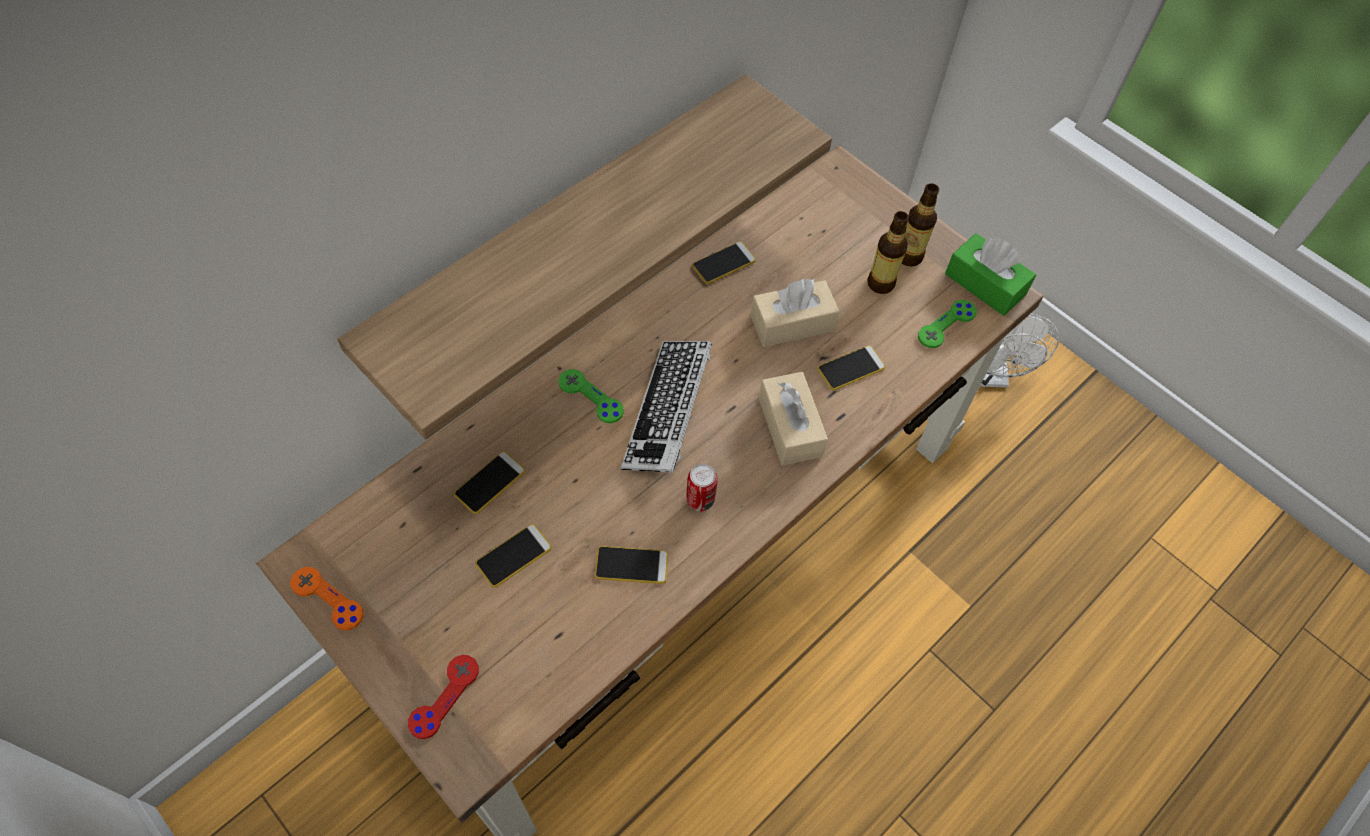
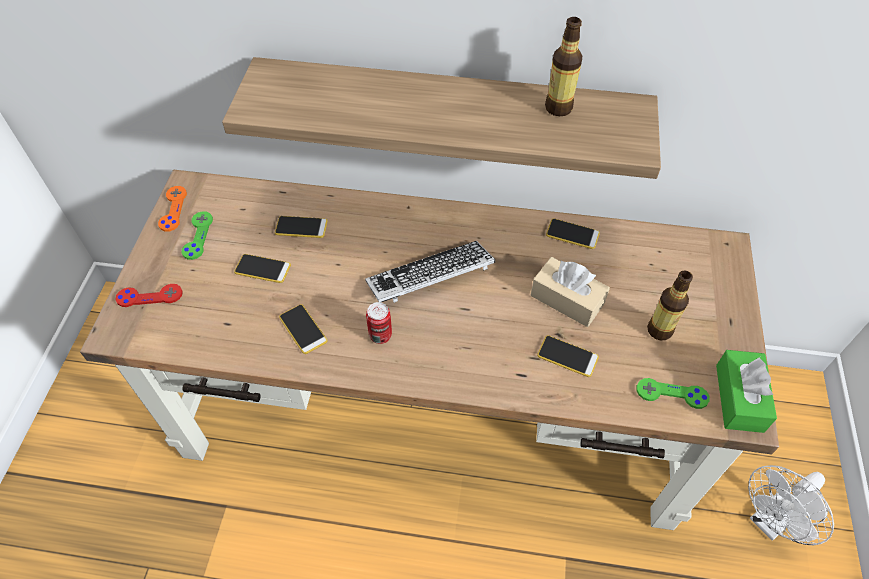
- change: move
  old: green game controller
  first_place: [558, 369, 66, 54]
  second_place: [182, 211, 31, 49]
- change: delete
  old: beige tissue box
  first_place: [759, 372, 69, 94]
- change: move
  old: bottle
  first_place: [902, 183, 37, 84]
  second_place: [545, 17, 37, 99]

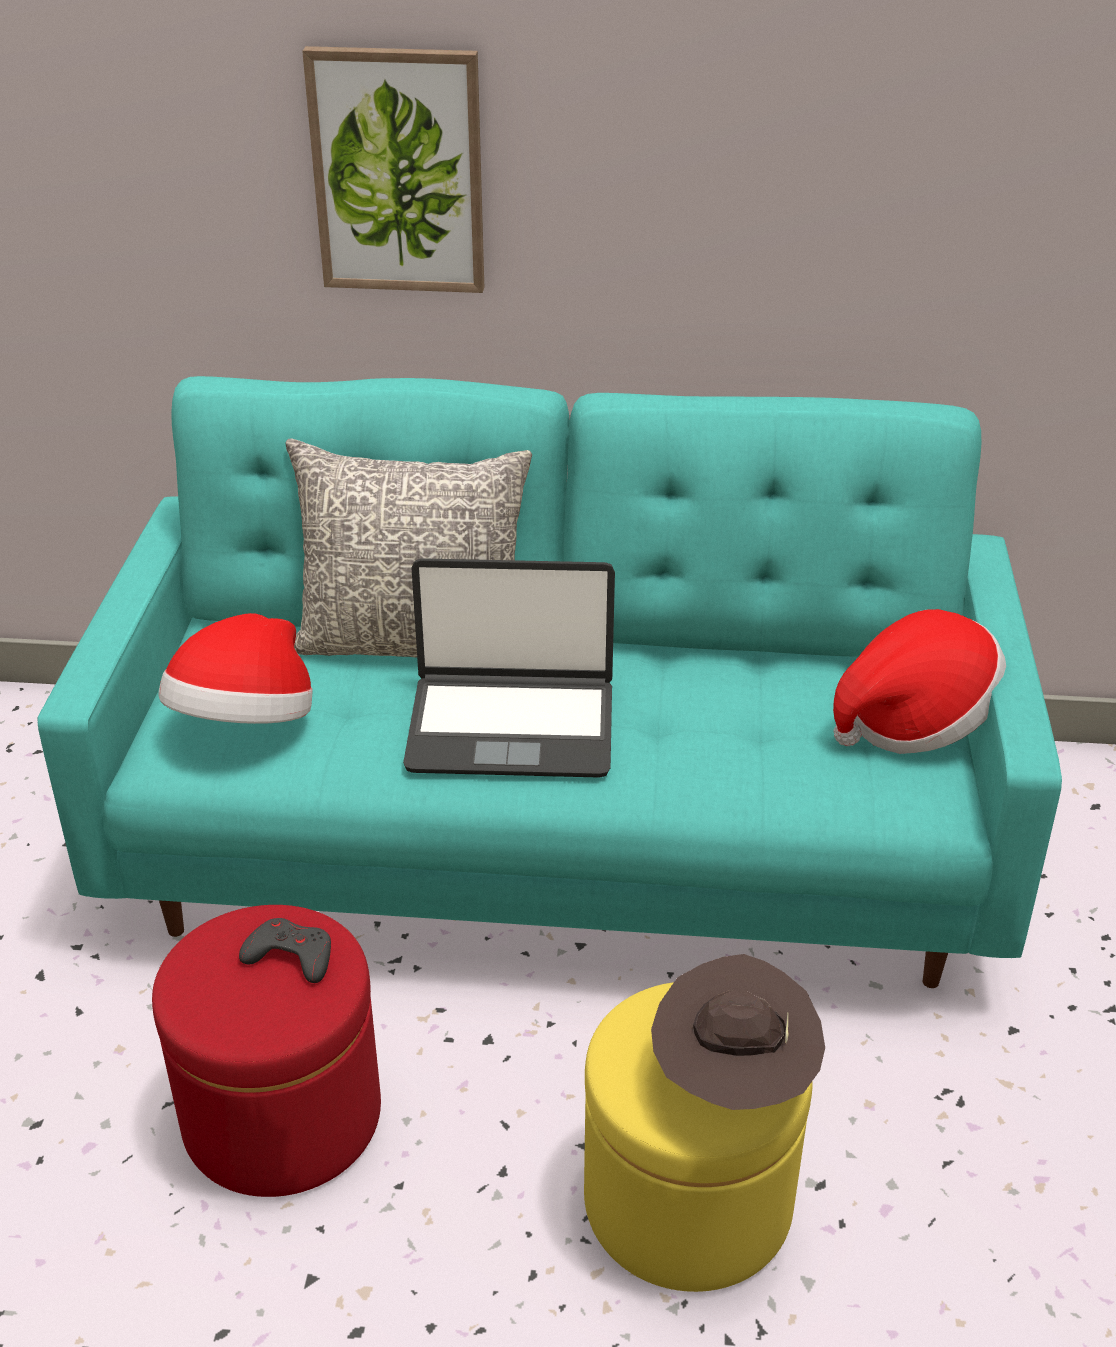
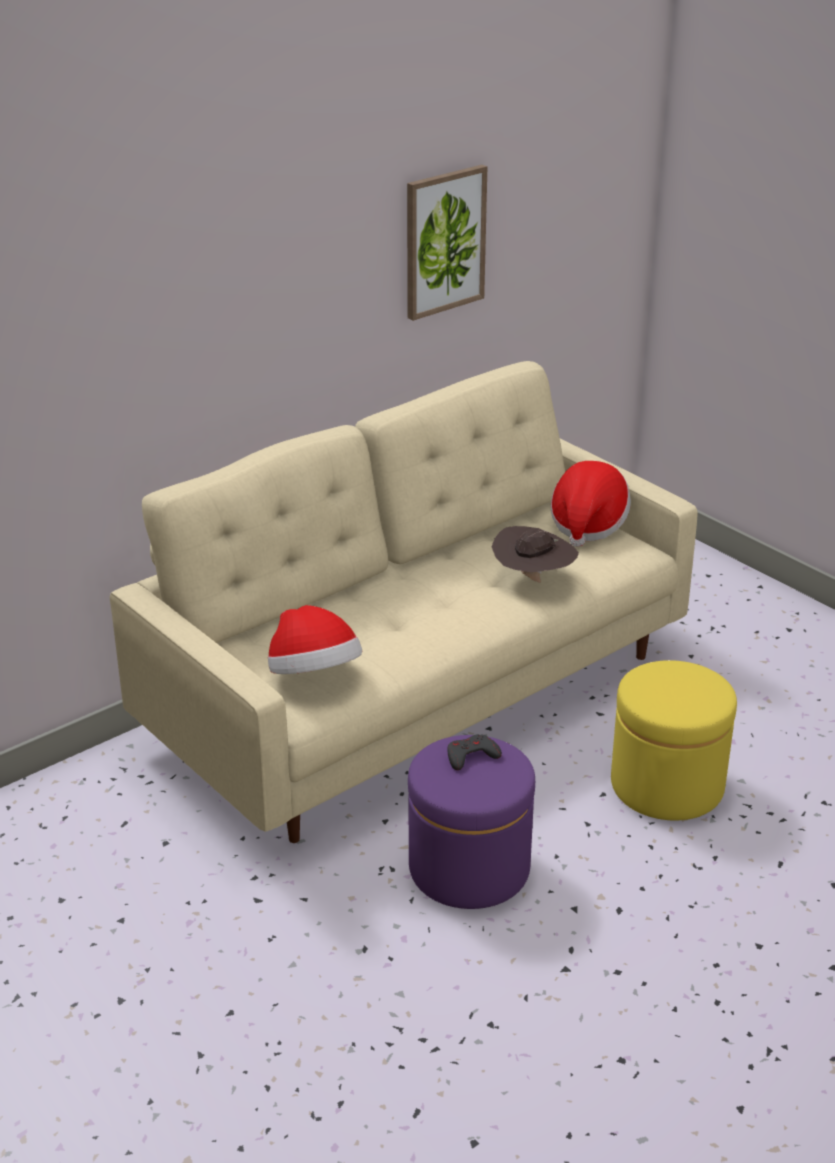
- change: recolor
  old: turquoise sofa
  new: beige sofa
  first_place: [37, 376, 1025, 612]
  second_place: [110, 361, 588, 482]
- change: recolor
  old: red ottoman
  new: purple ottoman
  first_place: [152, 905, 229, 292]
  second_place: [408, 735, 127, 174]
- change: delete
  old: grey pillow
  first_place: [286, 438, 246, 220]
- change: move
  old: picture
  first_place: [302, 46, 182, 247]
  second_place: [407, 165, 80, 156]
- change: delete
  old: laptop
  first_place: [403, 558, 212, 220]
- change: move
  old: brown hat
  first_place: [651, 954, 174, 156]
  second_place: [491, 526, 88, 57]

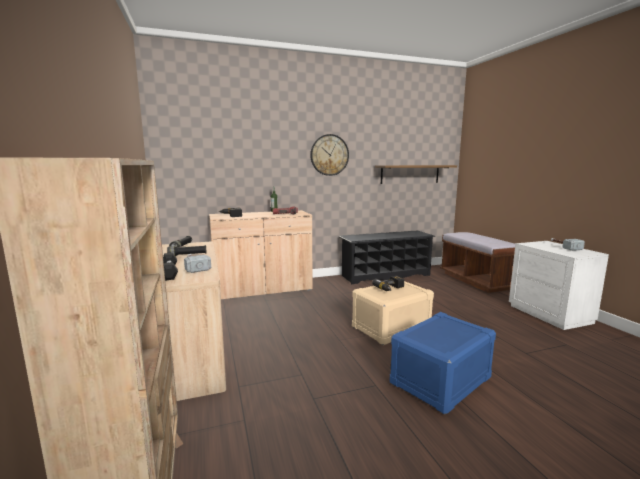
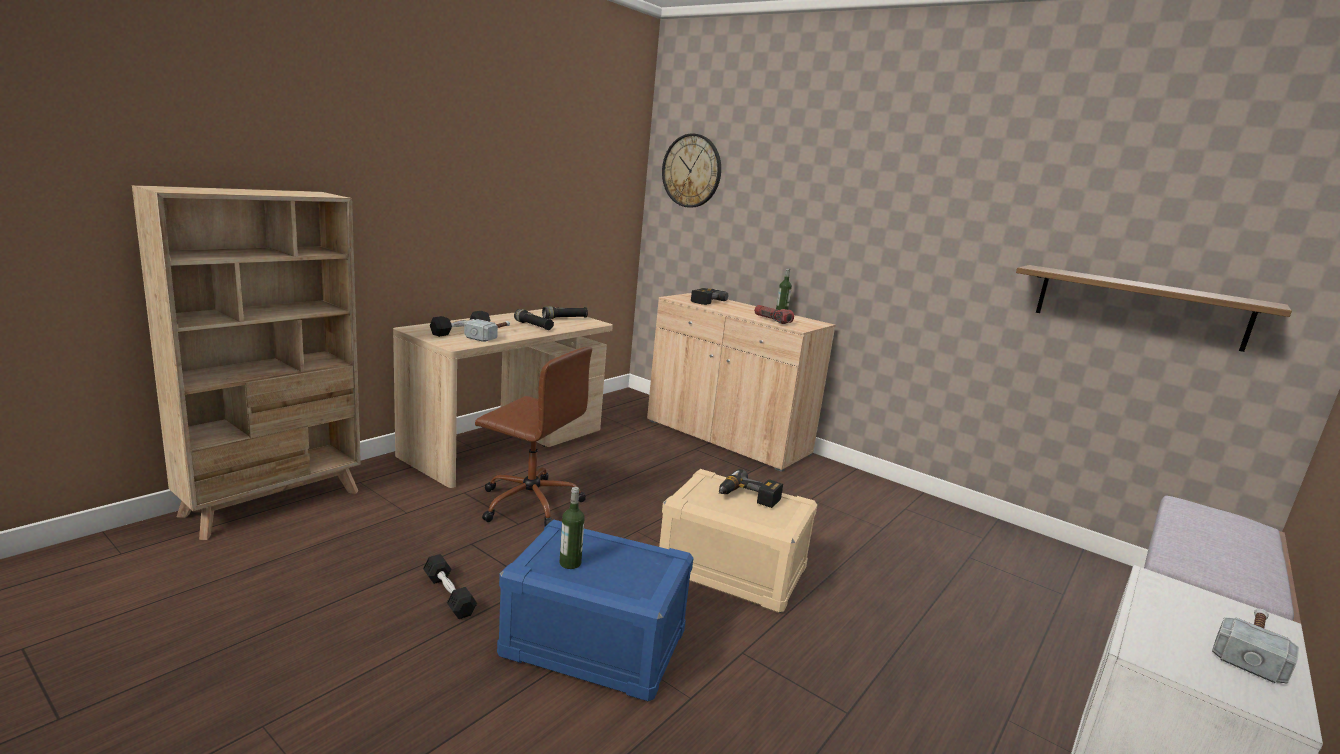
- change: move
  old: wall clock
  first_place: [310, 134, 39, 42]
  second_place: [662, 134, 59, 74]
- change: delete
  old: black shoe rack
  first_place: [339, 230, 96, 54]
- change: insert
  new: black dumbbell
  second_place: [423, 554, 54, 65]
- change: insert
  new: brown office chair
  second_place: [475, 347, 117, 180]
- change: insert
  new: bottle
  second_place: [559, 487, 26, 82]

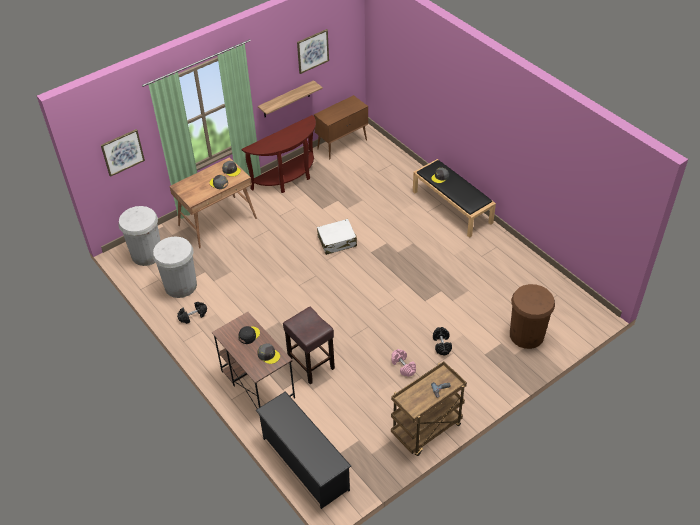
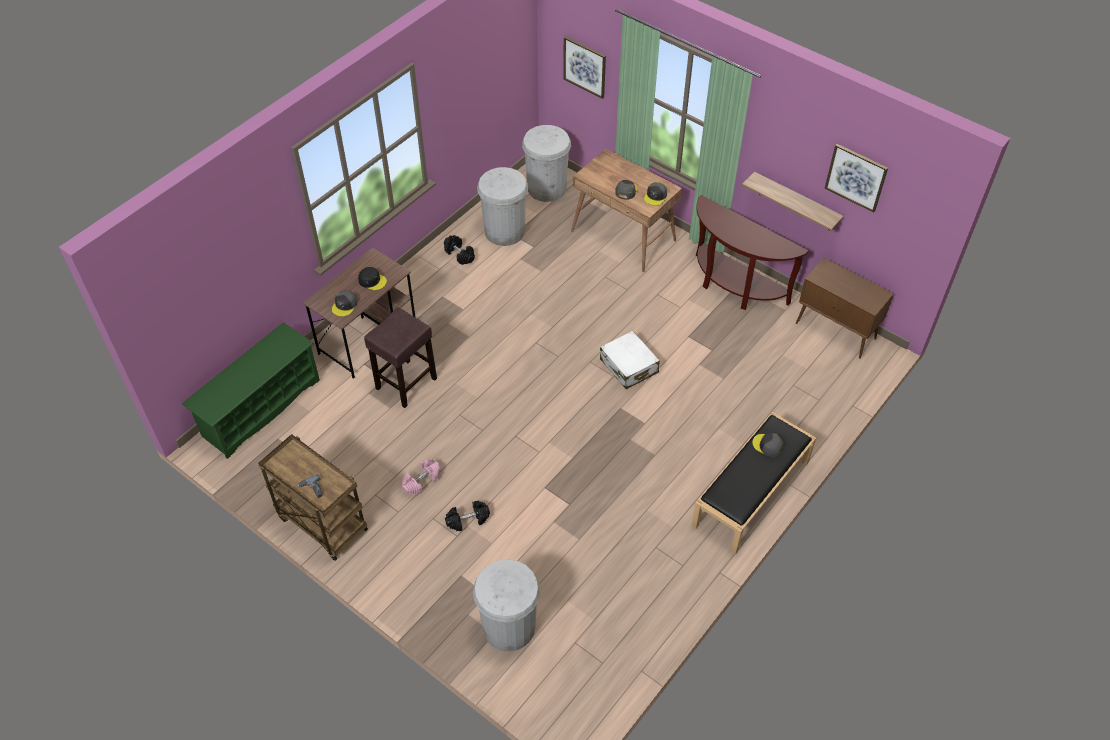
- change: recolor
  old: black shoe rack
  new: green shoe rack
  first_place: [256, 391, 95, 118]
  second_place: [182, 322, 138, 137]
- change: recolor
  old: brown trash can
  new: white trash can
  first_place: [510, 284, 45, 65]
  second_place: [473, 559, 67, 93]

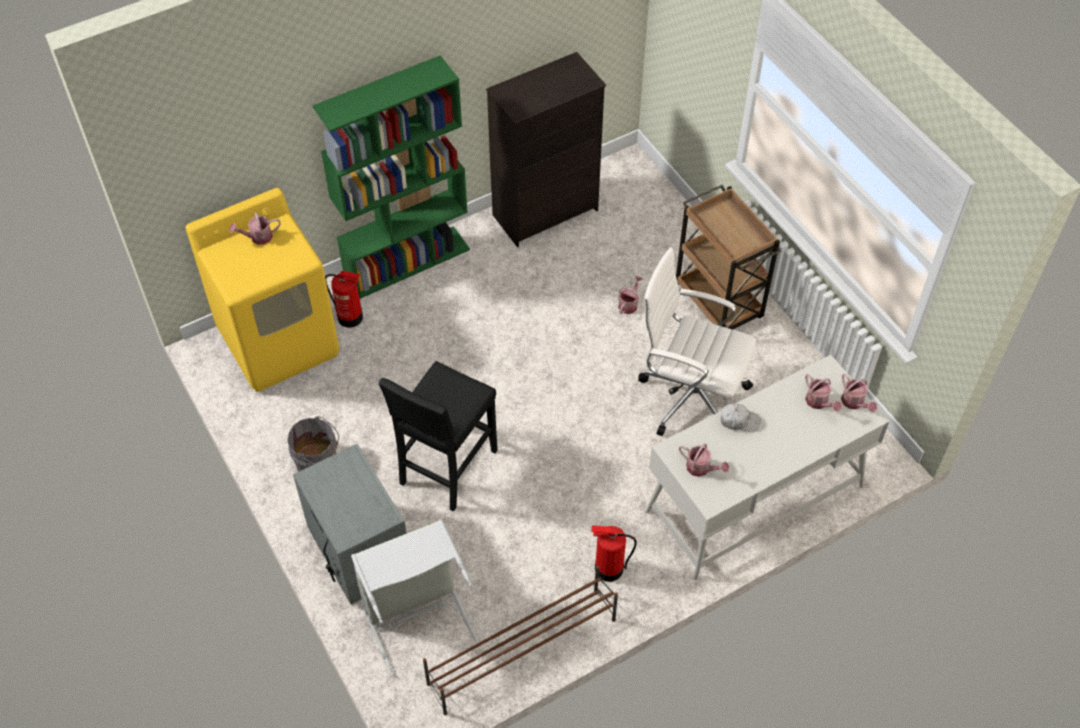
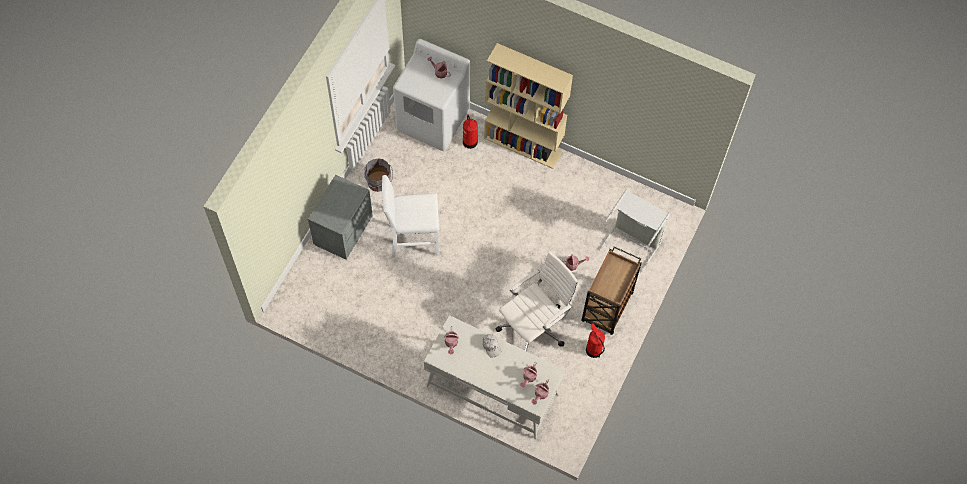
- change: recolor
  old: yellow washing machine
  new: white washing machine
  first_place: [185, 188, 155, 204]
  second_place: [393, 39, 77, 112]
- change: recolor
  old: green bookcase
  new: beige bookcase
  first_place: [313, 55, 157, 244]
  second_place: [484, 43, 89, 126]
- change: move
  old: grey laundry basket
  first_place: [351, 520, 126, 156]
  second_place: [599, 190, 71, 84]
- change: recolor
  old: black stool
  new: white stool
  first_place: [379, 361, 119, 150]
  second_place: [382, 175, 57, 83]
- change: delete
  old: brown shoe rack
  first_place: [423, 565, 195, 150]
- change: delete
  old: black dresser
  first_place: [486, 52, 120, 195]
- change: move
  old: fire extinguisher
  first_place: [592, 526, 45, 56]
  second_place: [586, 323, 19, 35]
- change: rotate
  old: white office chair
  first_place: [638, 248, 118, 188]
  second_place: [495, 252, 83, 99]
  degrees: 60

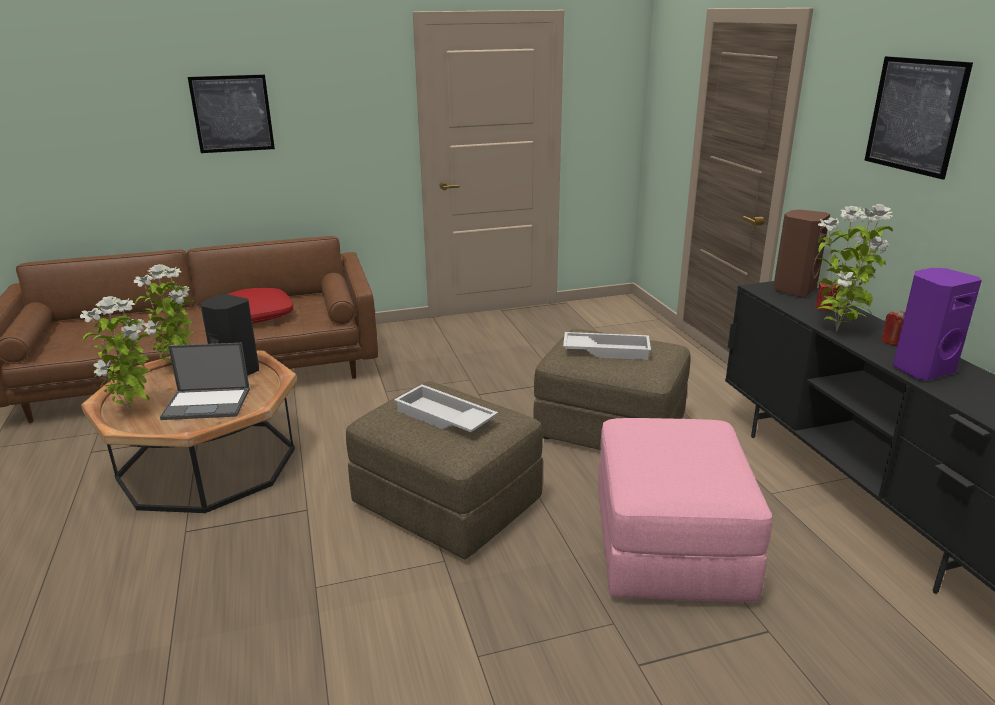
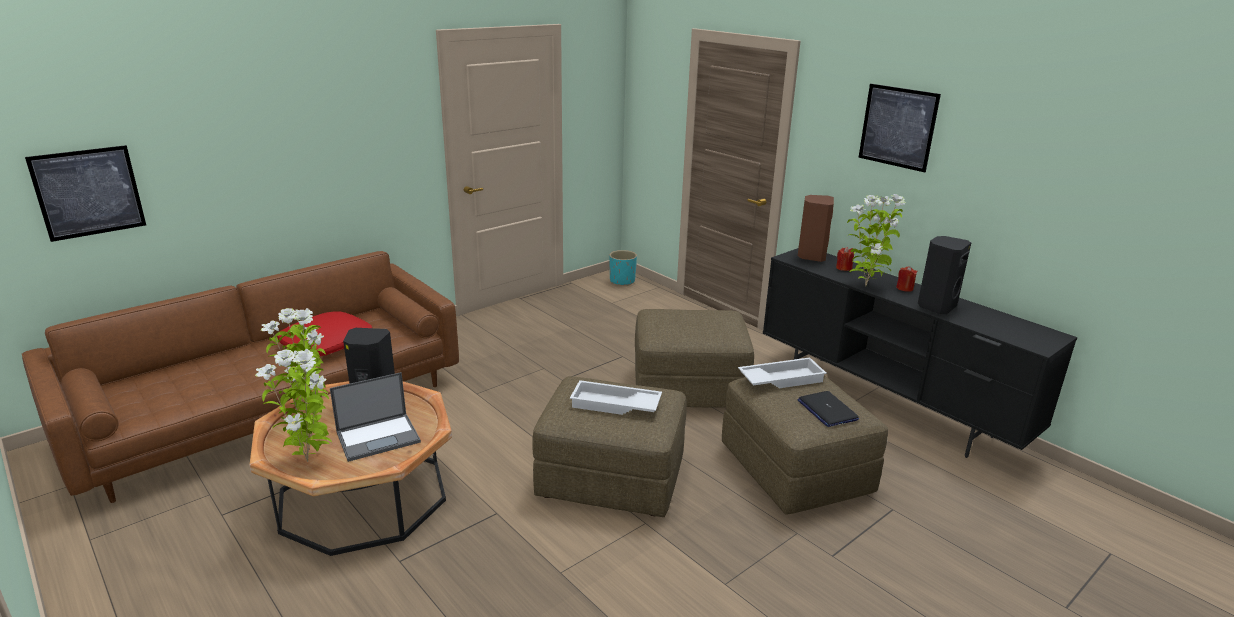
- change: move
  old: picture
  first_place: [188, 75, 87, 78]
  second_place: [25, 145, 121, 97]
- change: move
  old: white tray
  first_place: [563, 332, 88, 28]
  second_place: [738, 357, 89, 31]
- change: recolor
  old: pink ottoman
  new: brown ottoman
  first_place: [598, 418, 174, 184]
  second_place: [722, 375, 166, 140]
- change: recolor
  old: purple speaker
  new: black speaker
  first_place: [893, 268, 89, 113]
  second_place: [918, 236, 53, 78]
- change: insert
  new: turquoise planter
  second_place: [609, 250, 28, 36]
- change: insert
  new: laptop
  second_place: [797, 391, 62, 36]

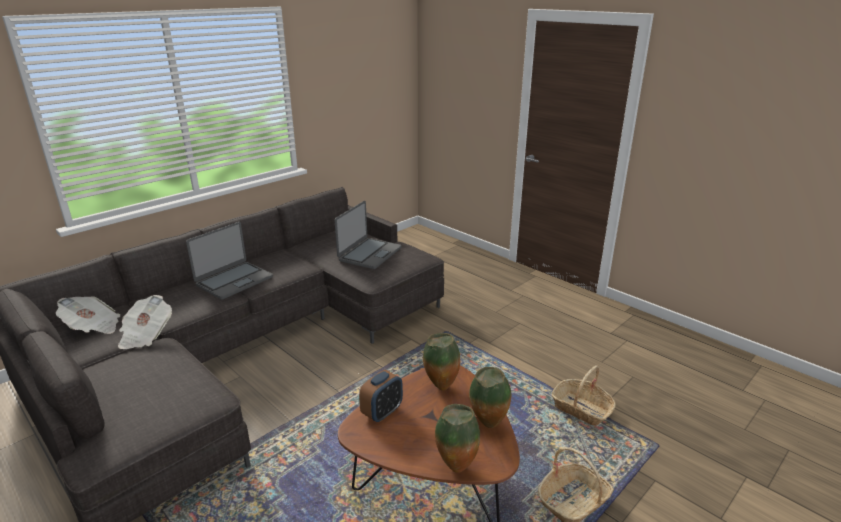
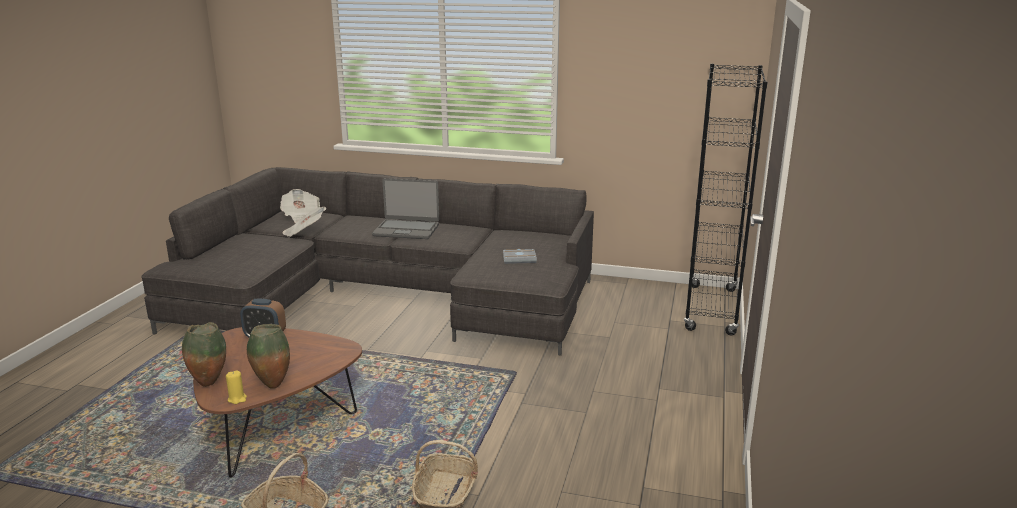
- change: replace
  old: laptop
  new: grey book
  first_place: [335, 201, 66, 68]
  second_place: [503, 249, 34, 15]
- change: delete
  old: vase
  first_place: [423, 333, 37, 58]
- change: insert
  new: yellow candle
  second_place: [226, 370, 21, 34]
- change: insert
  new: black bookcase
  second_place: [684, 64, 83, 271]

